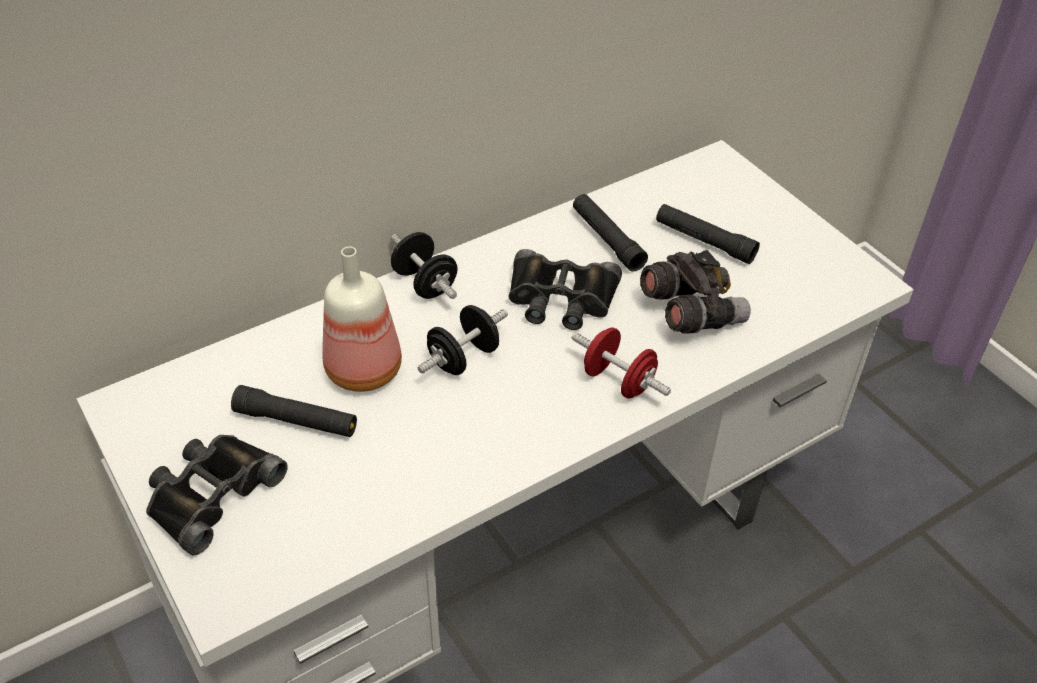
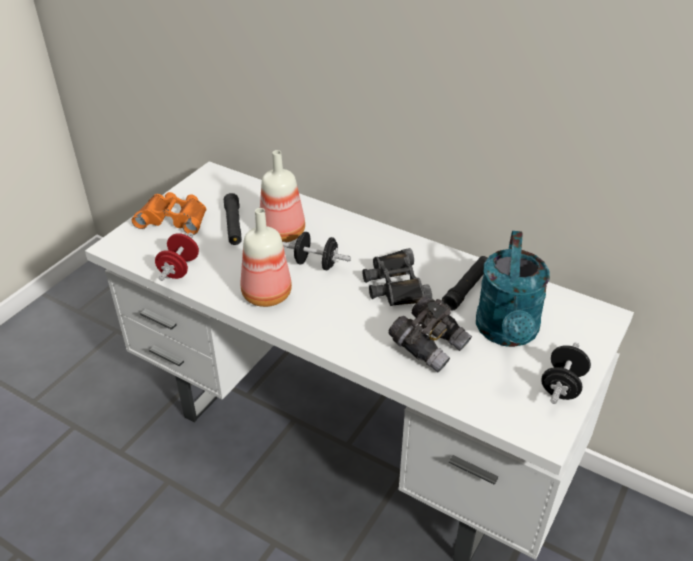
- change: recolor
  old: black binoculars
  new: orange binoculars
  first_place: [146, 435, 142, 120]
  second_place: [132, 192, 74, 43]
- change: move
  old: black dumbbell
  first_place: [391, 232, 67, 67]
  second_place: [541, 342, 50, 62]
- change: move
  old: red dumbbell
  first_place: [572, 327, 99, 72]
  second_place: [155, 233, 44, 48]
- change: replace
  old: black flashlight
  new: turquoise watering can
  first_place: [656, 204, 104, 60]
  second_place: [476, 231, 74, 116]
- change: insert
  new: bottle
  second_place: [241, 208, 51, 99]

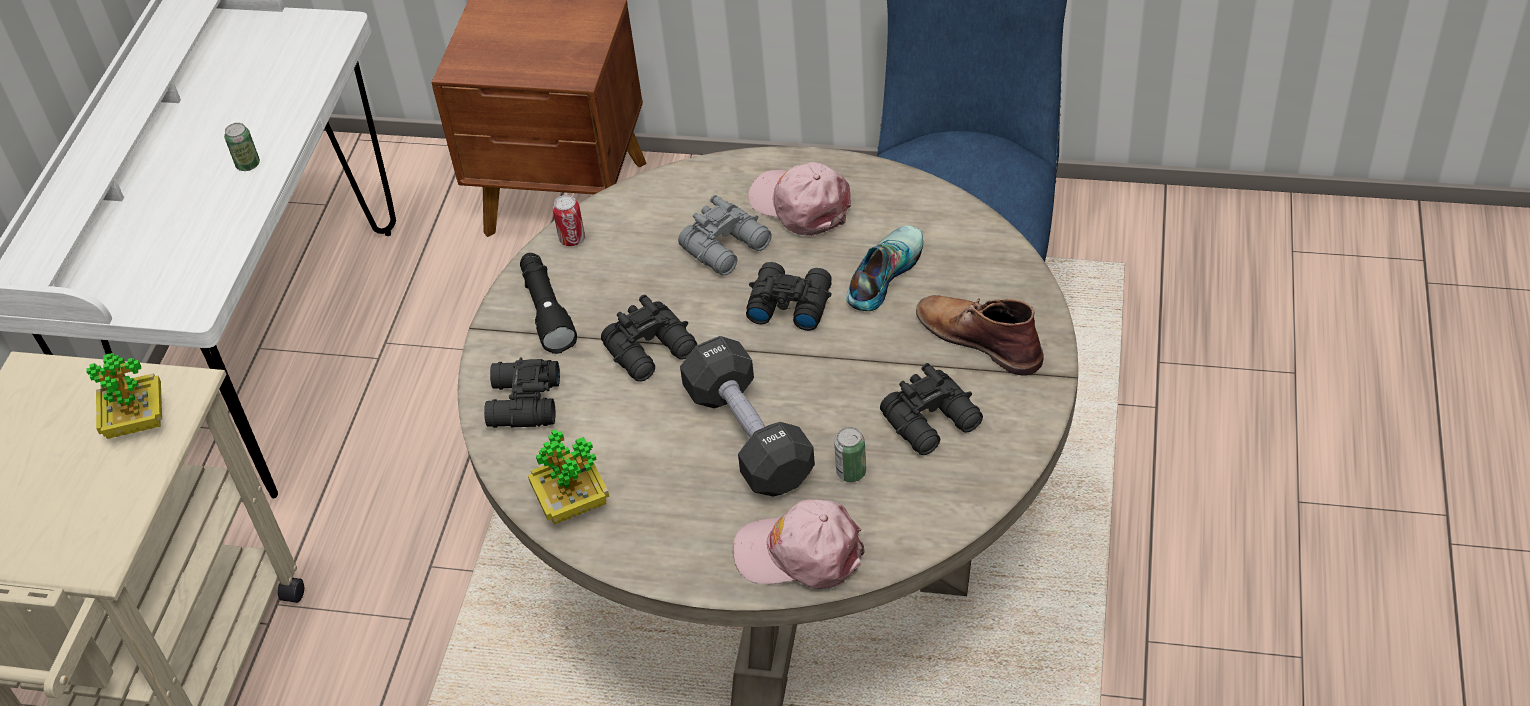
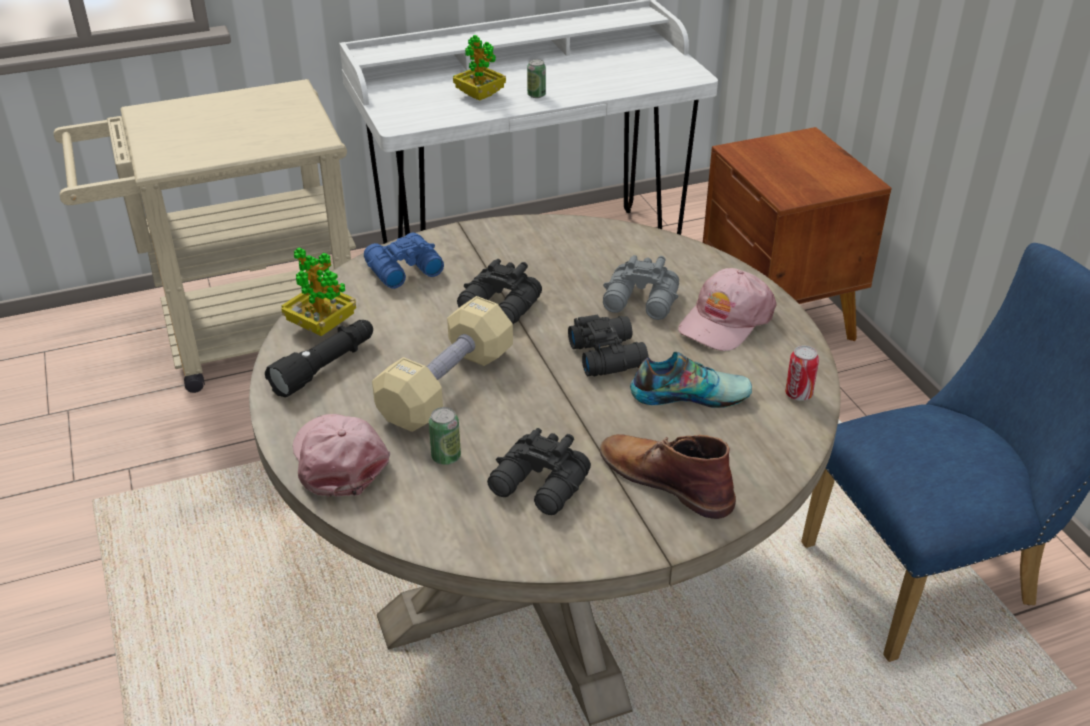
- change: move
  old: potted plant
  first_place: [86, 353, 76, 86]
  second_place: [453, 35, 53, 66]
- change: recolor
  old: black binoculars
  new: blue binoculars
  first_place: [484, 358, 76, 70]
  second_place: [364, 233, 80, 56]
- change: move
  old: black flashlight
  first_place: [520, 253, 57, 101]
  second_place: [265, 320, 108, 78]
- change: move
  old: can
  first_place: [553, 195, 32, 51]
  second_place: [785, 346, 34, 55]
- change: recolor
  old: black dumbbell
  new: beige dumbbell
  first_place: [680, 336, 135, 161]
  second_place: [372, 296, 141, 136]
- change: rotate
  old: pink cap
  first_place: [748, 162, 103, 74]
  second_place: [678, 268, 99, 83]
  degrees: -150
- change: rotate
  old: brown boot
  first_place: [916, 295, 128, 81]
  second_place: [600, 434, 136, 85]
  degrees: -60

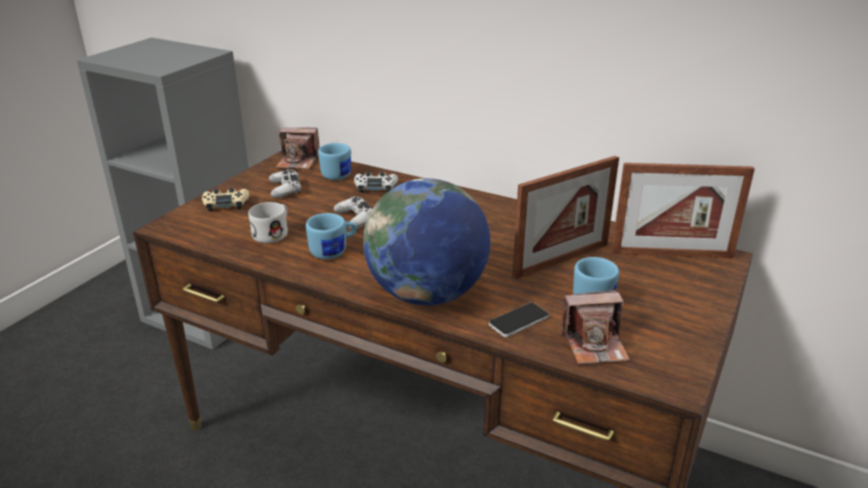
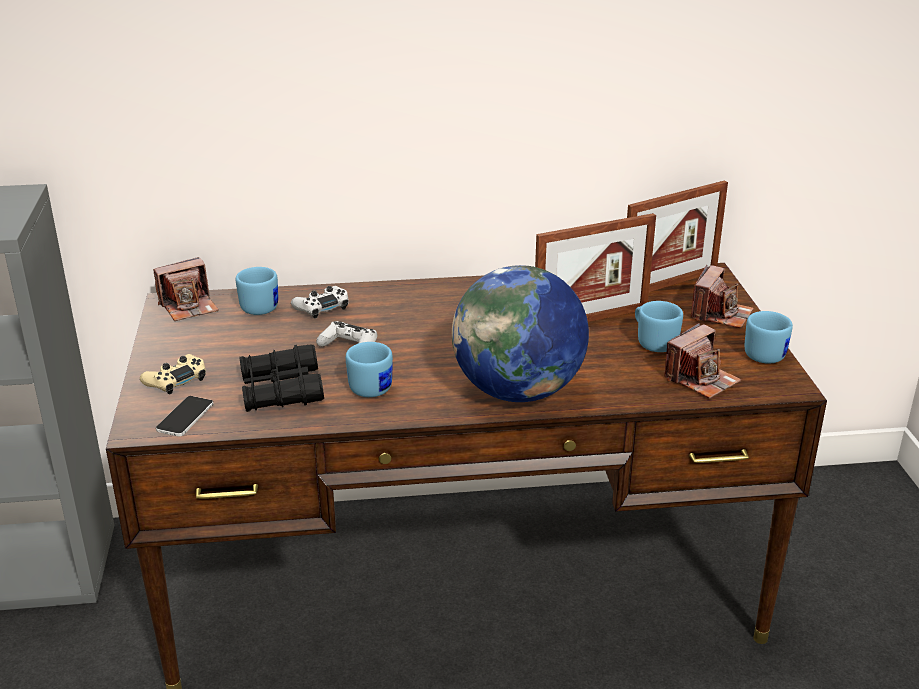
- change: replace
  old: white mug
  new: black binoculars
  first_place: [248, 202, 40, 41]
  second_place: [239, 344, 85, 68]
- change: delete
  old: white game controller
  first_place: [269, 169, 32, 29]
- change: move
  old: phone
  first_place: [489, 303, 60, 34]
  second_place: [156, 396, 58, 41]
- change: rotate
  old: picture frame
  first_place: [512, 156, 107, 123]
  second_place: [535, 213, 121, 109]
  degrees: 45
- change: insert
  new: photo camera
  second_place: [690, 265, 64, 64]
- change: insert
  new: blue mug
  second_place: [745, 311, 48, 53]

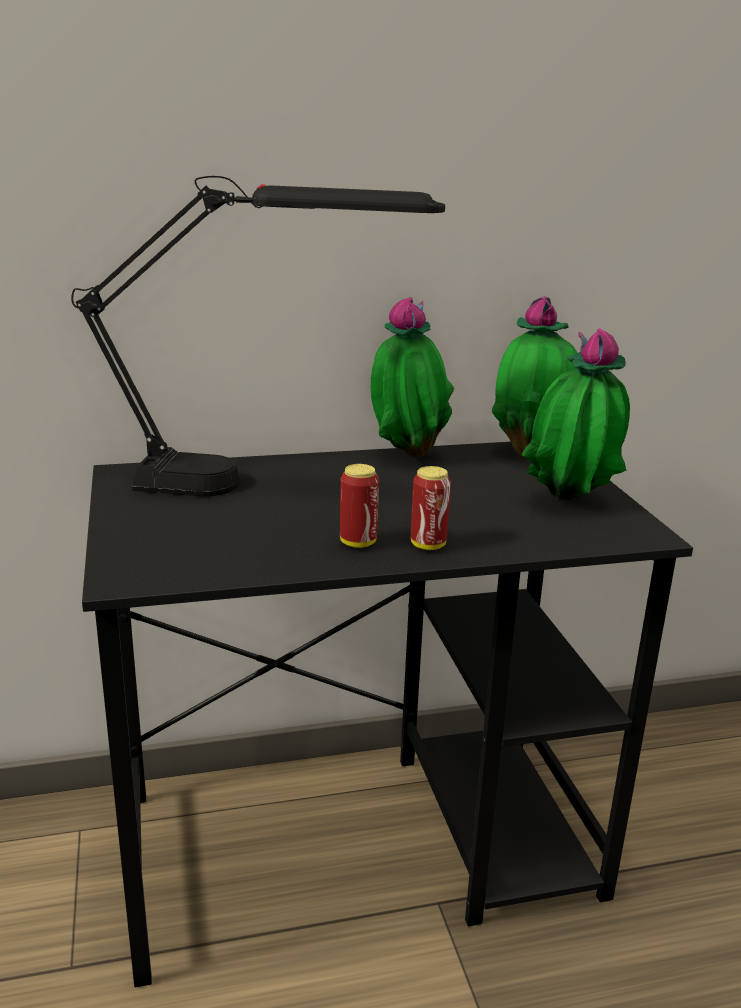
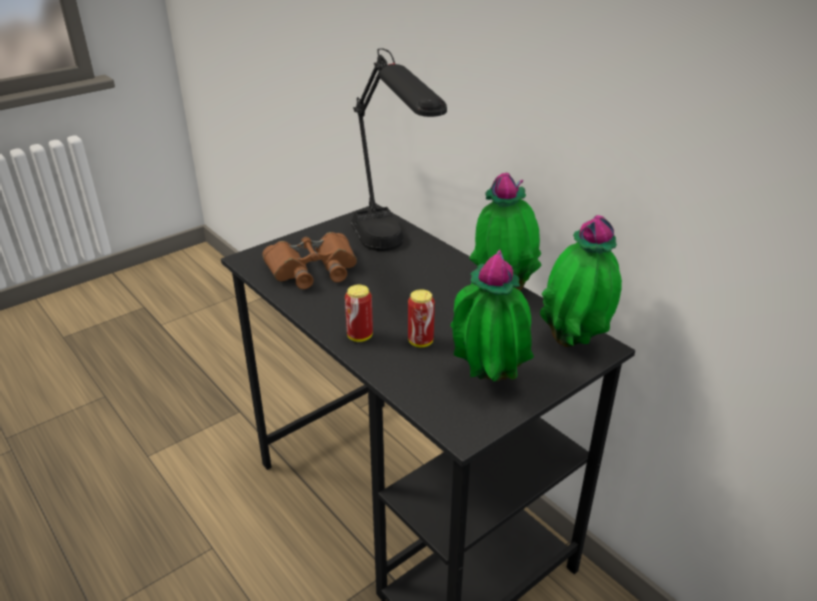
- change: move
  old: can
  first_place: [340, 464, 39, 84]
  second_place: [408, 289, 27, 58]
- change: insert
  new: brown binoculars
  second_place: [262, 232, 95, 57]

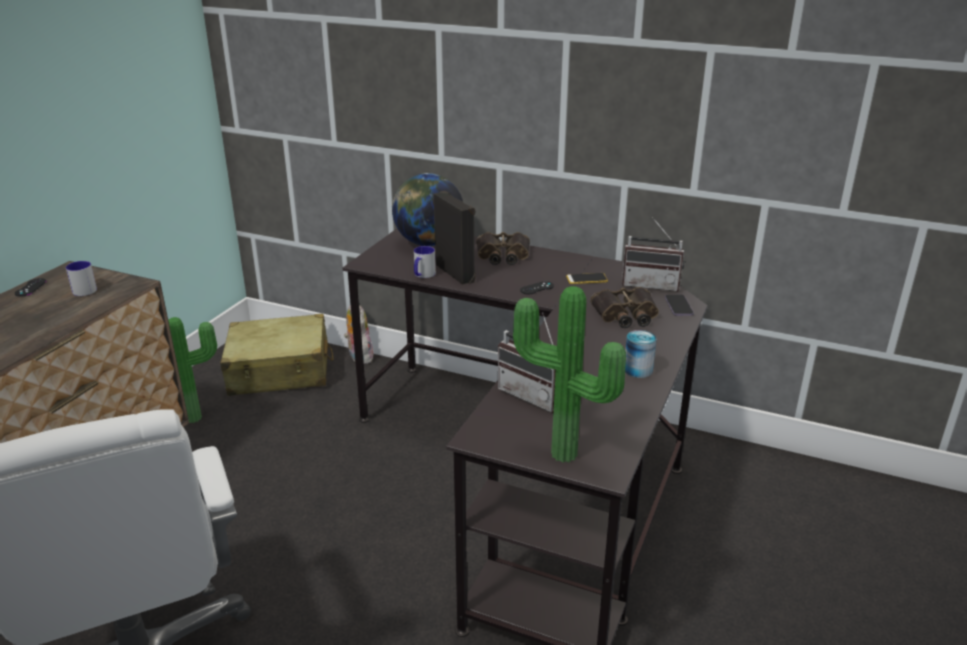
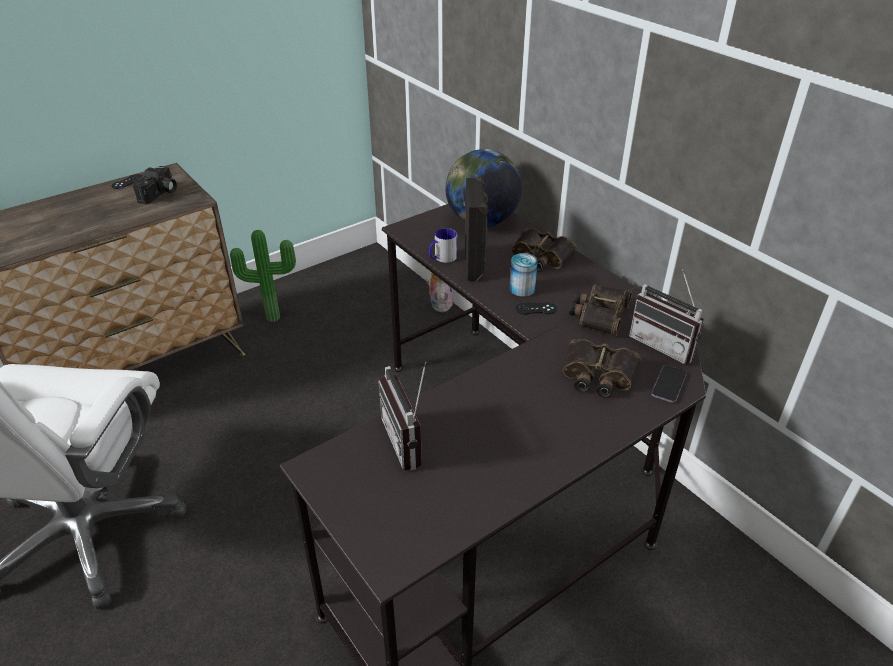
- change: replace
  old: mug
  new: photo camera
  first_place: [66, 261, 31, 35]
  second_place: [133, 166, 44, 38]
- change: delete
  old: beige suitcase
  first_place: [220, 314, 114, 82]
- change: delete
  old: potted plant
  first_place: [513, 286, 113, 177]
- change: replace
  old: phone
  new: binoculars
  first_place: [566, 273, 42, 11]
  second_place: [569, 284, 63, 52]
- change: move
  old: can
  first_place: [625, 330, 32, 48]
  second_place: [510, 253, 28, 44]

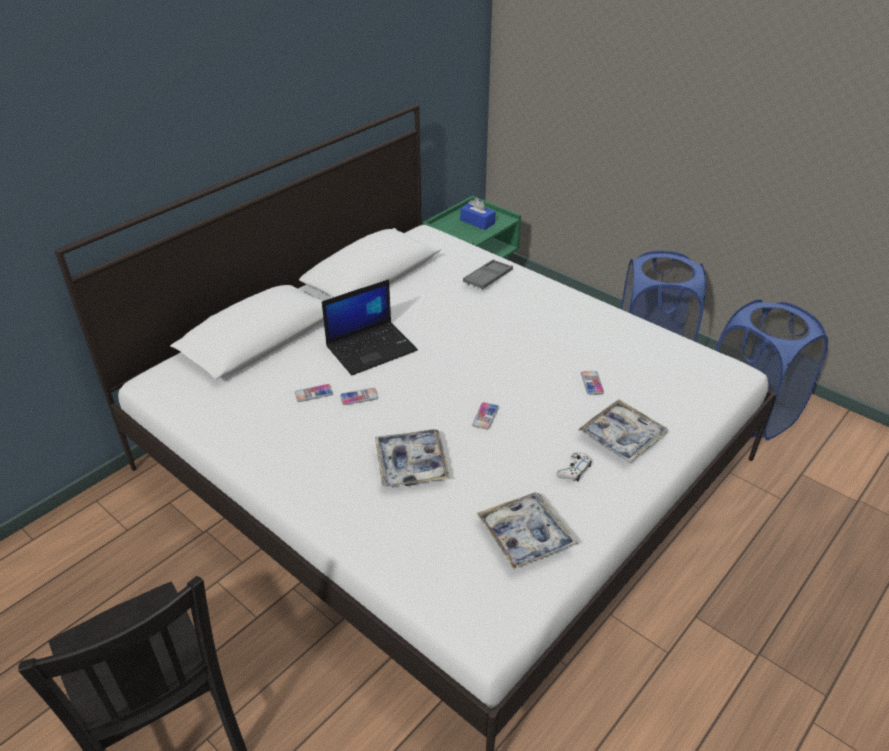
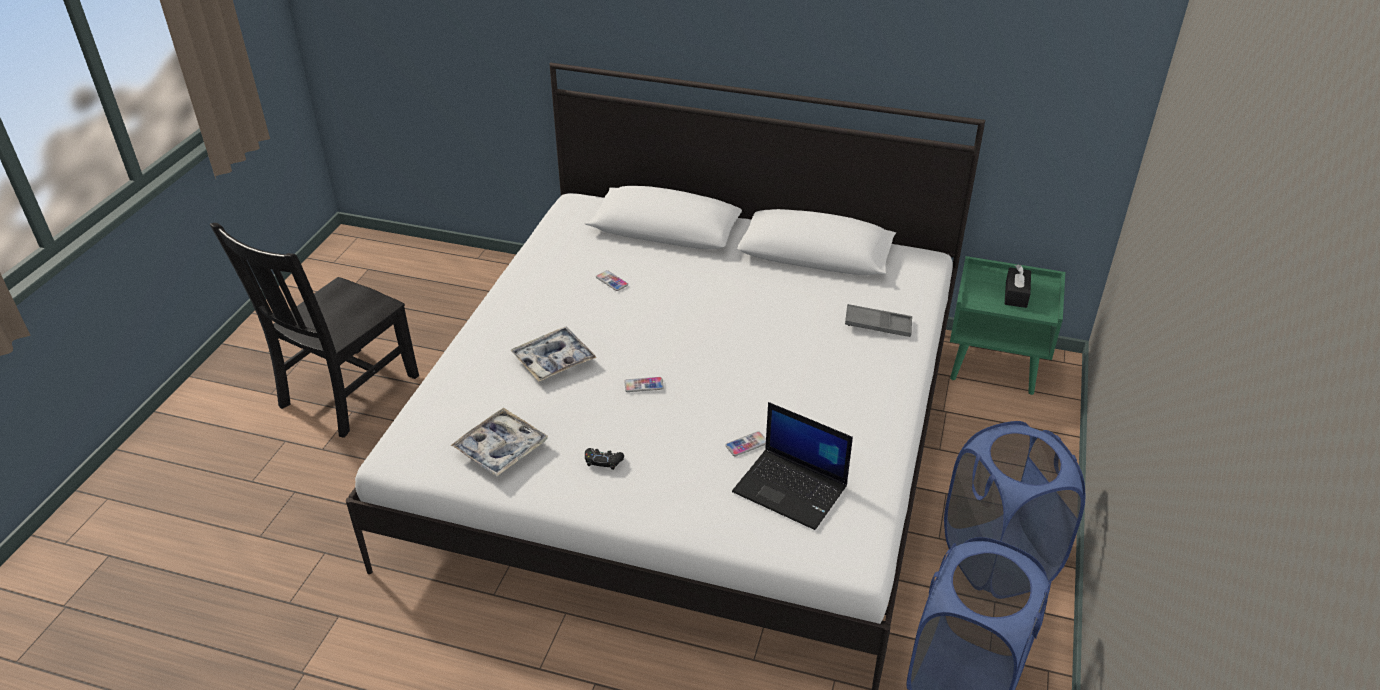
- change: move
  old: laptop
  first_place: [322, 279, 96, 96]
  second_place: [732, 402, 121, 128]
- change: delete
  old: phone
  first_place: [340, 388, 38, 17]
- change: recolor
  old: blue tissue box
  new: black tissue box
  first_place: [460, 198, 35, 32]
  second_place: [1005, 264, 26, 44]
- change: recolor
  old: white game controller
  new: black game controller
  first_place: [556, 452, 36, 29]
  second_place: [585, 448, 39, 22]
- change: delete
  old: tray
  first_place: [578, 399, 90, 64]

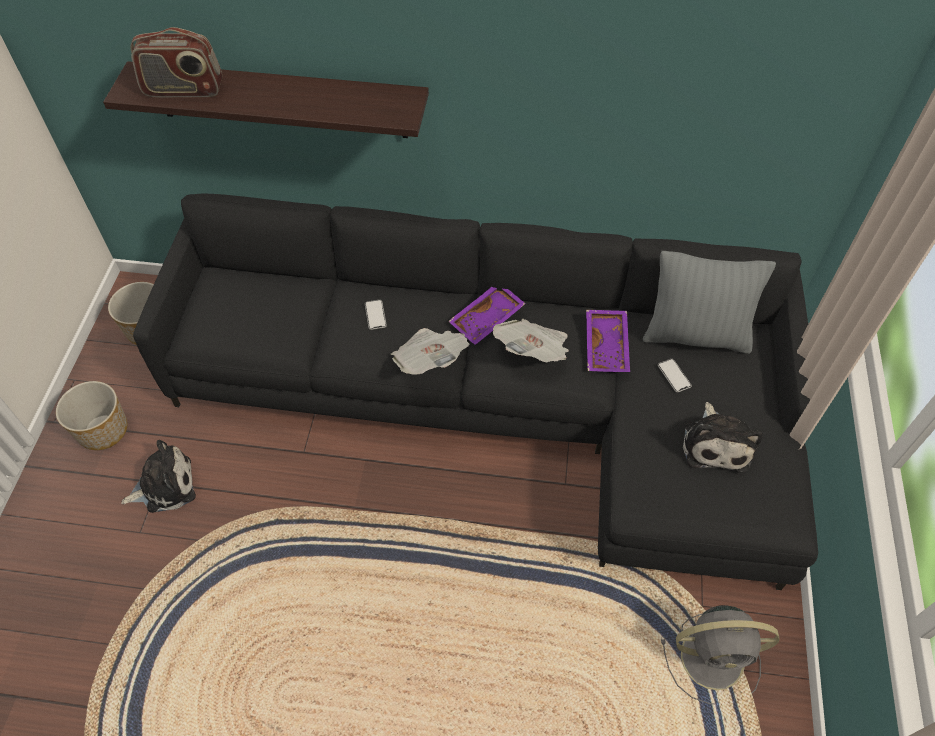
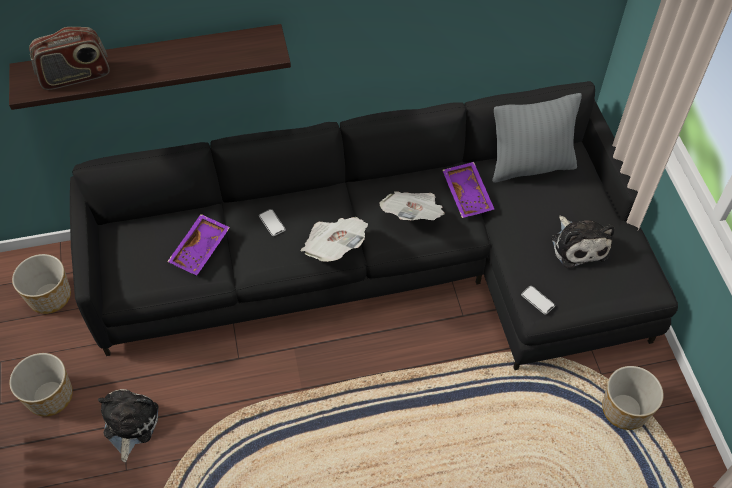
- change: rotate
  old: plush toy
  first_place: [121, 440, 75, 73]
  second_place: [98, 389, 61, 73]
  degrees: -45
- change: move
  old: purple tray
  first_place: [448, 287, 78, 58]
  second_place: [167, 214, 63, 62]
- change: move
  old: phone
  first_place: [658, 359, 34, 33]
  second_place: [521, 286, 34, 29]
- change: replace
  old: grey fan
  new: planter
  first_place: [661, 605, 119, 99]
  second_place: [602, 366, 62, 64]

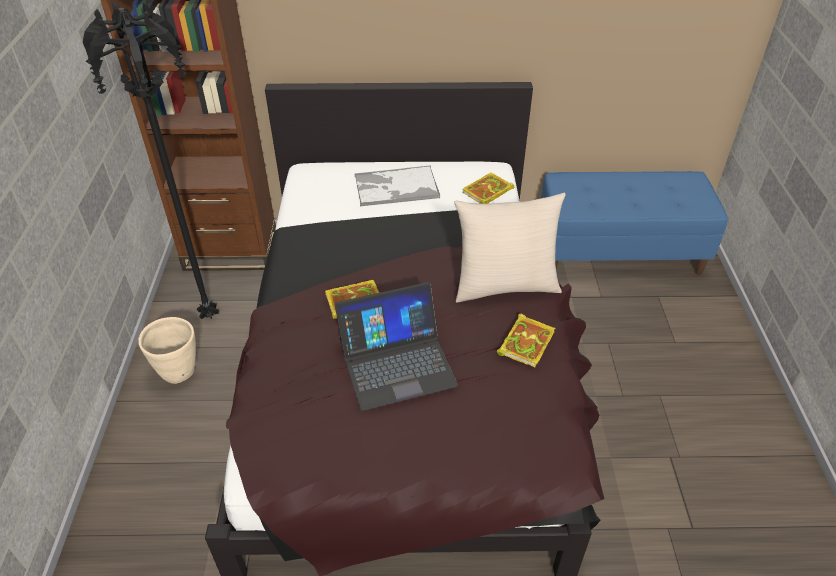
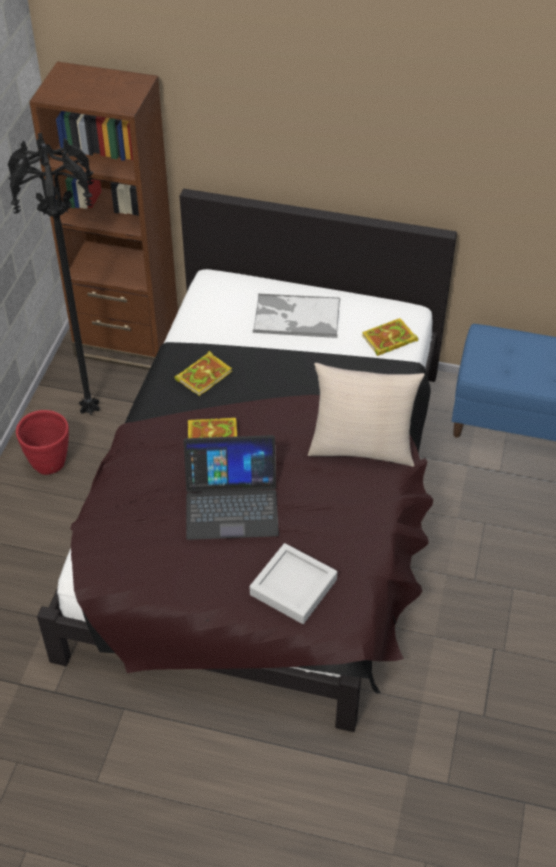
- change: recolor
  old: beige planter
  new: red planter
  first_place: [138, 317, 58, 67]
  second_place: [16, 410, 53, 65]
- change: move
  old: book
  first_place: [497, 314, 58, 54]
  second_place: [174, 351, 58, 45]
- change: insert
  new: grey tray
  second_place: [250, 543, 87, 81]

